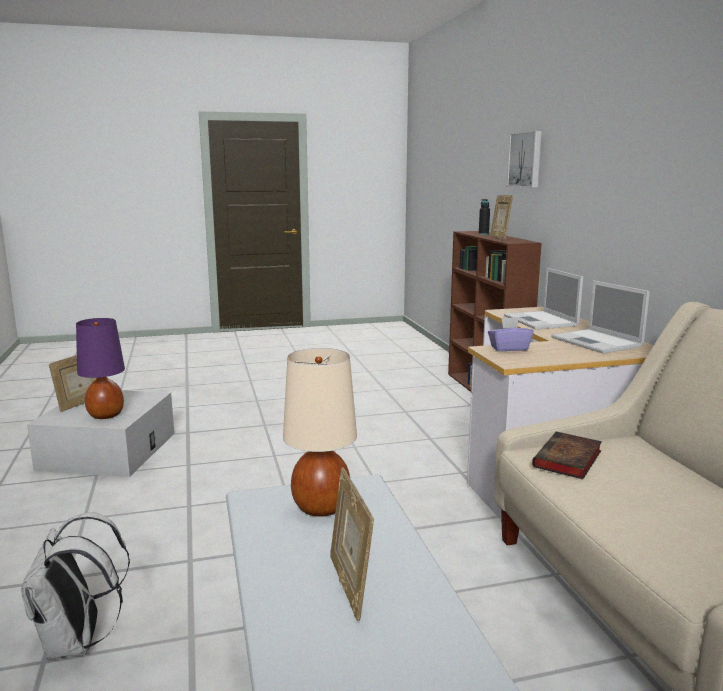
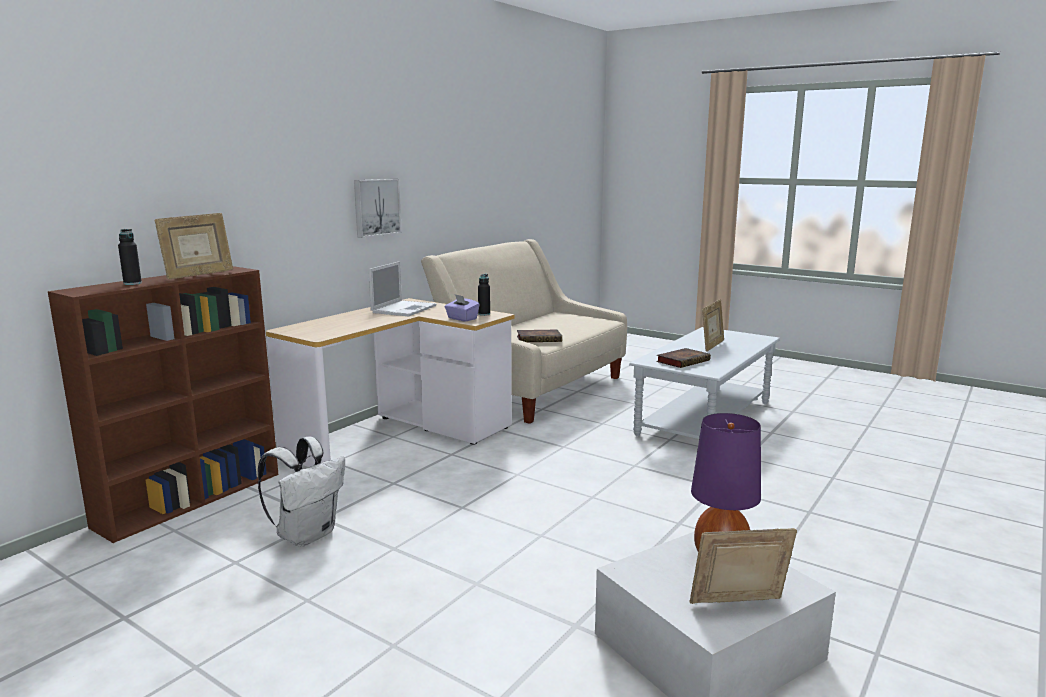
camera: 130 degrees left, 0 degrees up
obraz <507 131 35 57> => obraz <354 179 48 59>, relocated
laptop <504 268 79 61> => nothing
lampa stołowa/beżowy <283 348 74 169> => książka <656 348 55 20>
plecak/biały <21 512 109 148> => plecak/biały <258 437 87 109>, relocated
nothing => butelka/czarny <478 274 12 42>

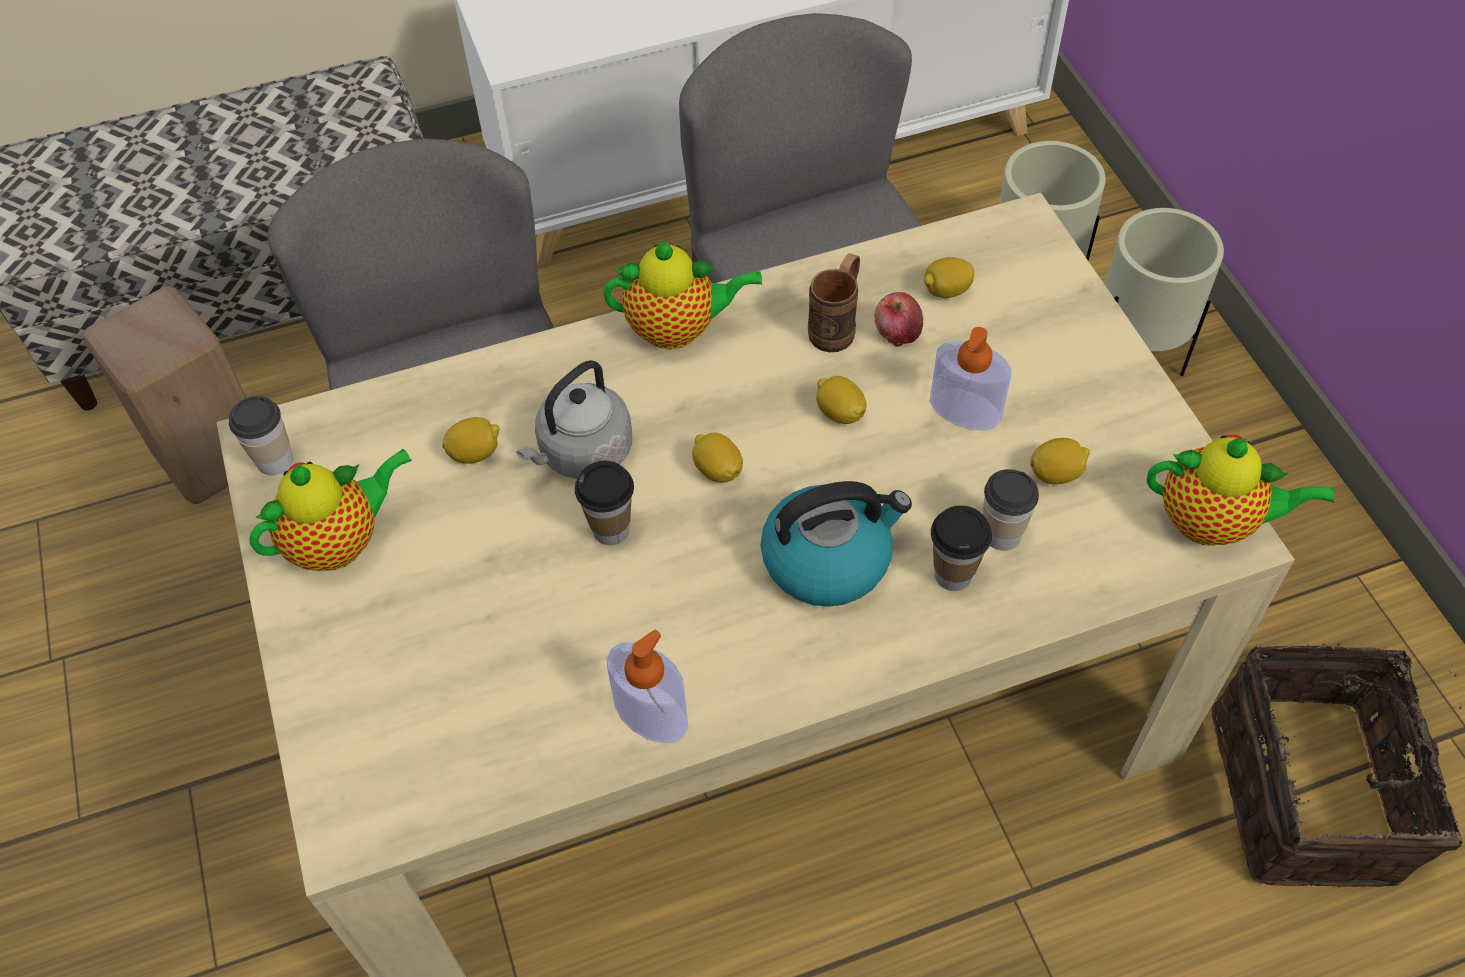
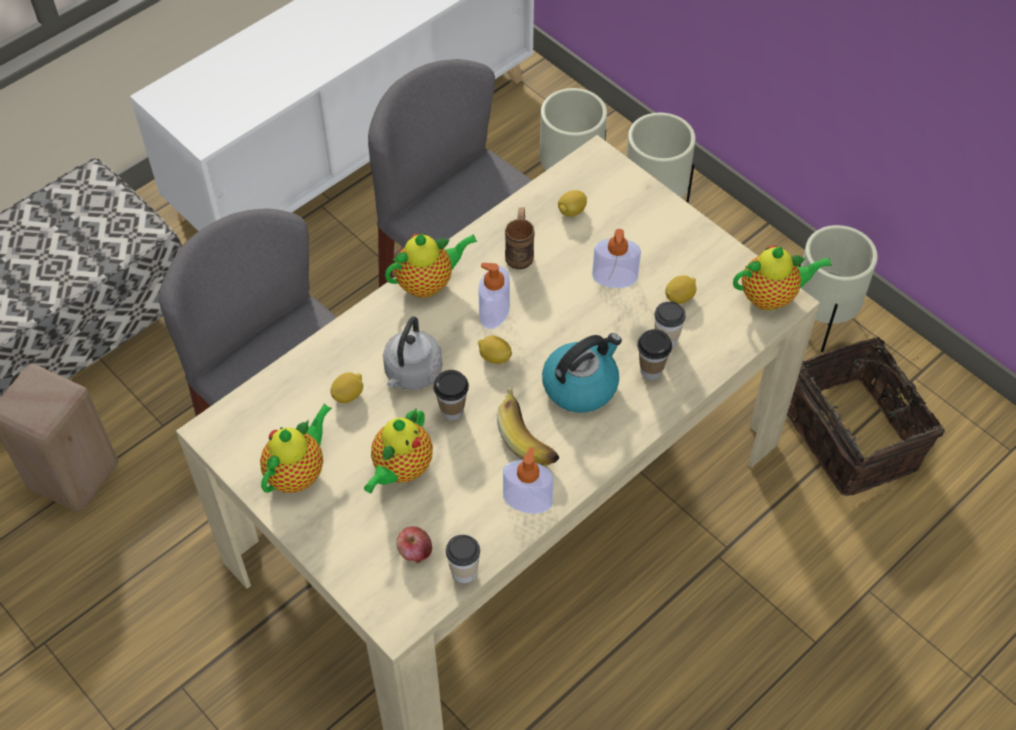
camera: 25 degrees left, 0 degrees up
jabłko <875 292 48 55> => jabłko <396 526 36 37>, relocated
cytryna <816 376 51 48> => nothing
filiżanka <229 396 64 79> => filiżanka <446 535 34 49>, relocated
nothing => donica/beżowy <798 225 80 127>
nothing => dozownik mydła <478 263 32 66>
nothing => banan <497 386 62 80>
nothing => imbryk <364 407 69 86>

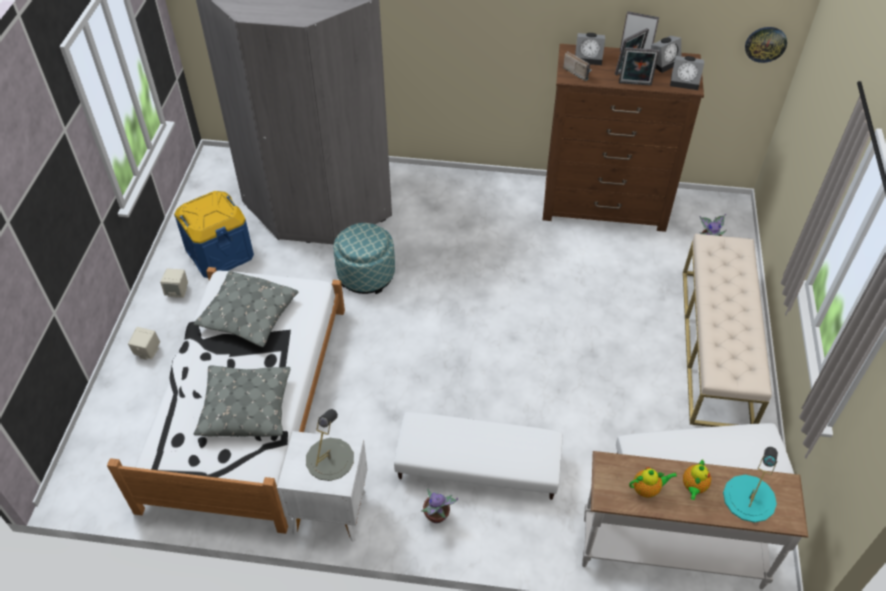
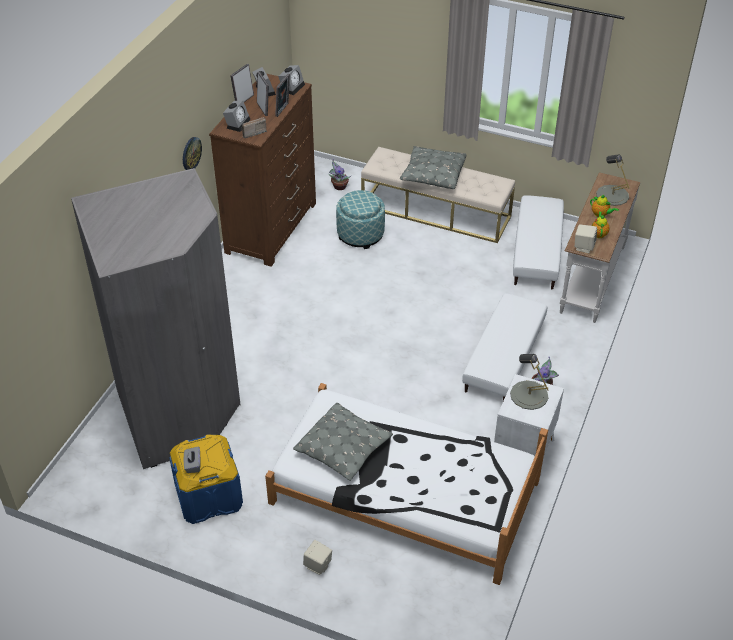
camera: 75 degrees left, 5 degrees down
zegar ścienny <745 27 42 36> => zegar ścienny <183 137 19 33>, relocated
pufa <333 223 62 71> => pufa <336 190 49 59>, relocated
głośnik/beżowy <160 269 28 29> => głośnik/beżowy <575 224 22 29>, relocated
poduszka/szary <194 365 96 72> => poduszka/szary <400 146 67 43>, relocated
lampa stołowa/turkusowy <723 447 55 76> => lampa stołowa/szary <596 154 34 52>
nothing => pudełko chusteczek/szary <184 446 16 27>

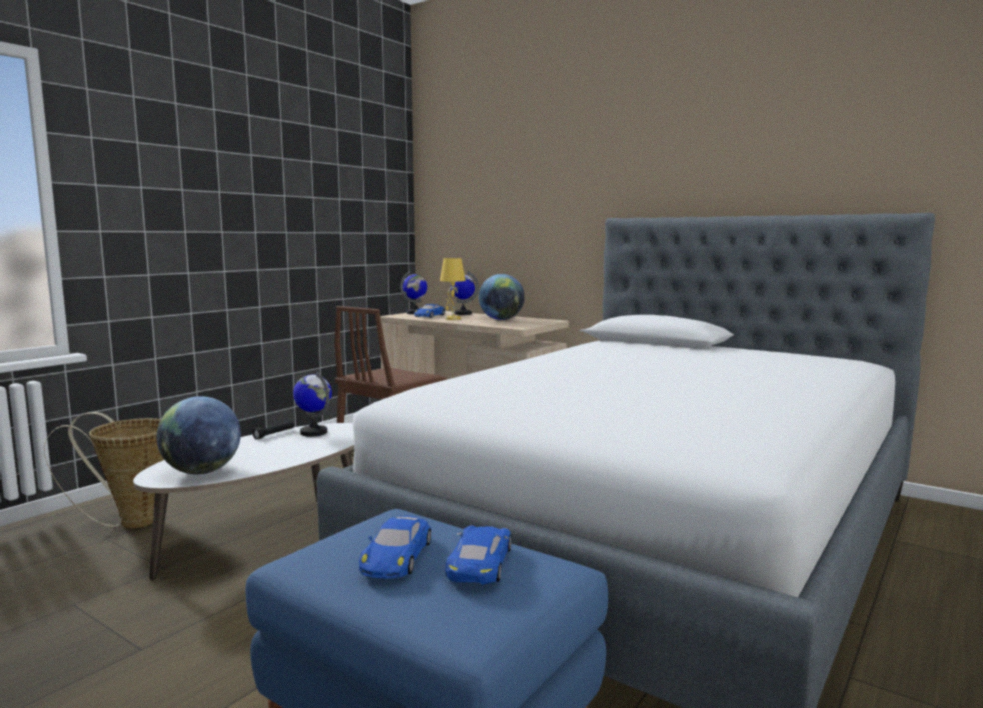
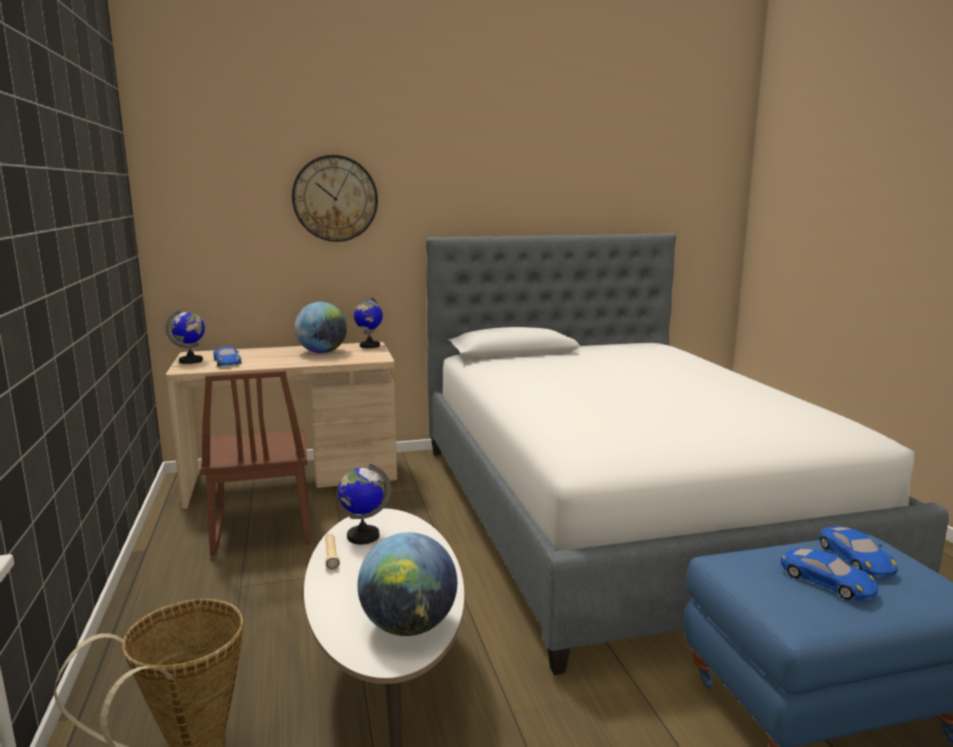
camera: 50 degrees left, 5 degrees up
lampa stołowa/żółty <440 258 26 62> => nothing
globus <450 271 29 44> => globus <354 297 29 51>, relocated
latarka/czarny <252 421 42 18> => latarka/beżowy <325 534 15 36>
samochodzik/niebieski <445 525 67 60> => samochodzik/niebieski <820 526 78 52>, 150 degrees counterclockwise
nothing => zegar ścienny <292 155 86 87>

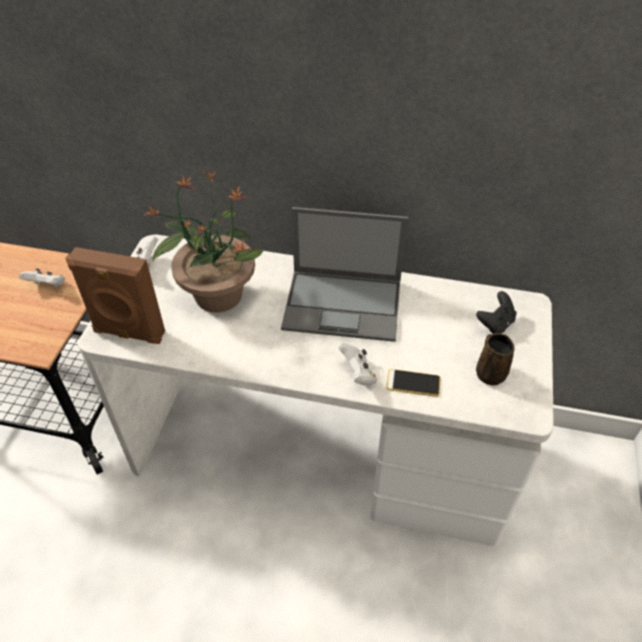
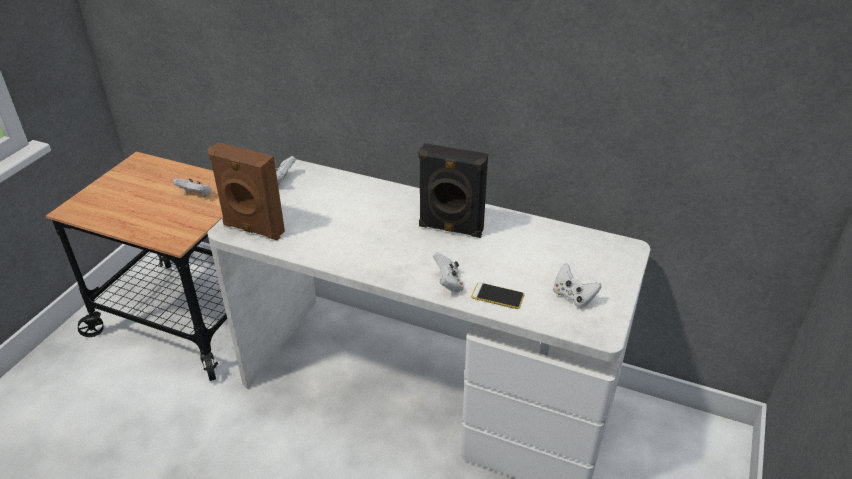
camera: 10 degrees right, 10 degrees down
roślina doniczkowa <145 171 118 142> => nothing
laptop <281 207 127 135> => głośnik/czarny <419 143 69 95>
pad do gier/czarny <476 291 41 43> => nothing
kubek/brązowy <476 333 38 52> => pad do gier/biały <553 264 48 44>

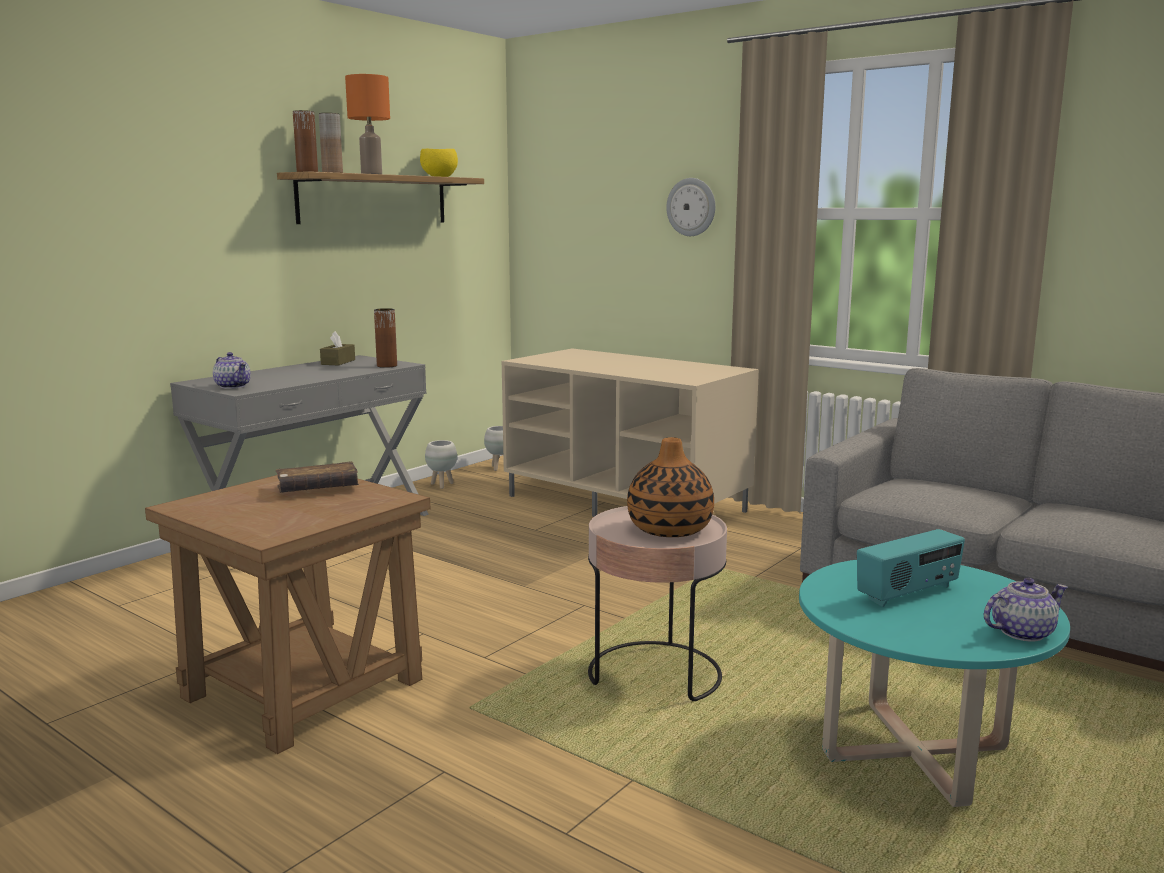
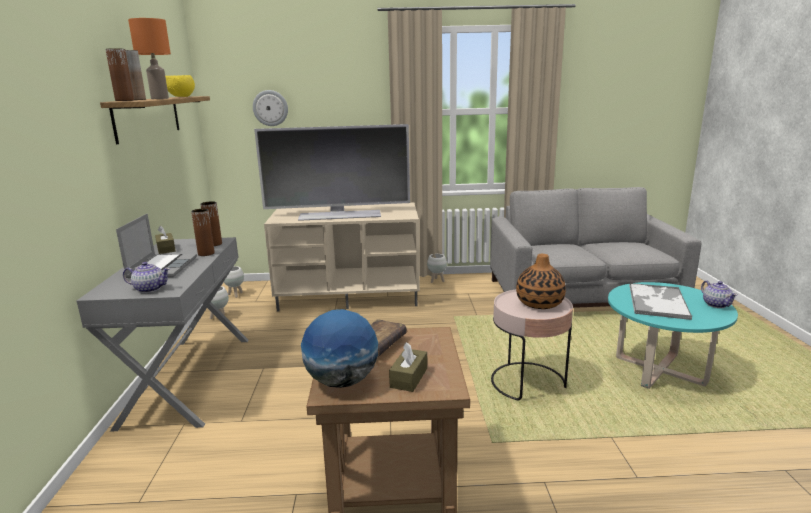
camera: 40 degrees left, 5 degrees up
zegar ścienny <666 178 49 58> => zegar ścienny <253 90 35 36>, relocated
radio <857 529 108 78> => taca <629 283 63 37>
imbryk <984 578 84 64> => imbryk <701 280 37 28>, 135 degrees clockwise
nothing => telewizor <254 124 156 97>
nothing => wazon/brązowy <191 209 24 47>
nothing => laptop <116 213 81 66>
nothing => donica/biały <427 254 20 29>
nothing => globus <301 309 77 79>
nothing => pudełko chusteczek/brązowy <389 342 38 50>

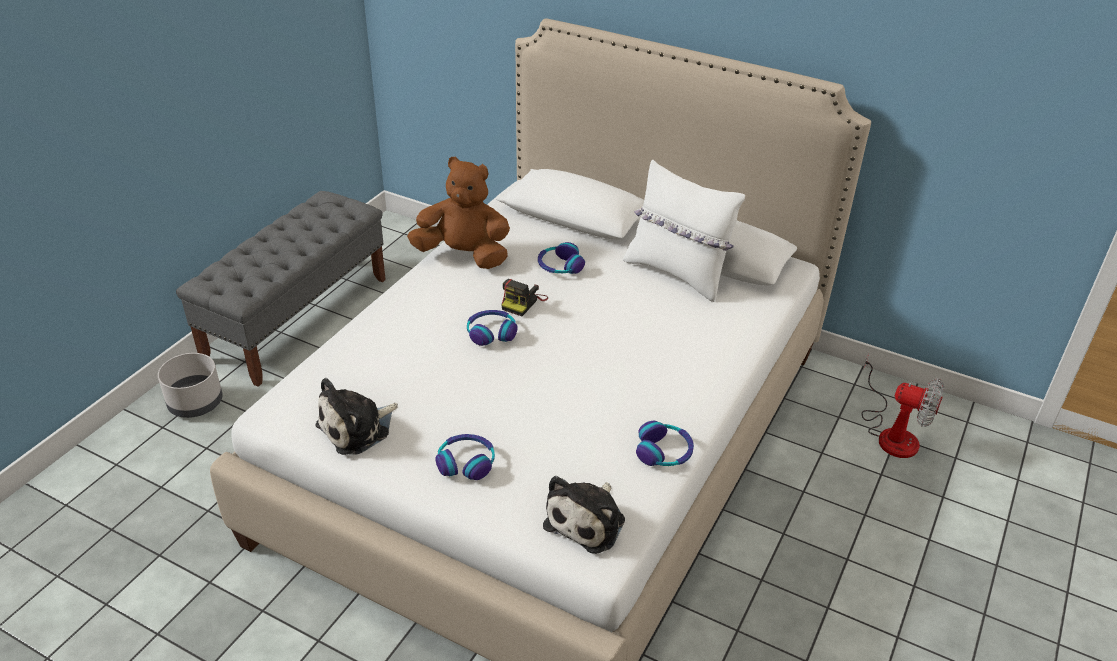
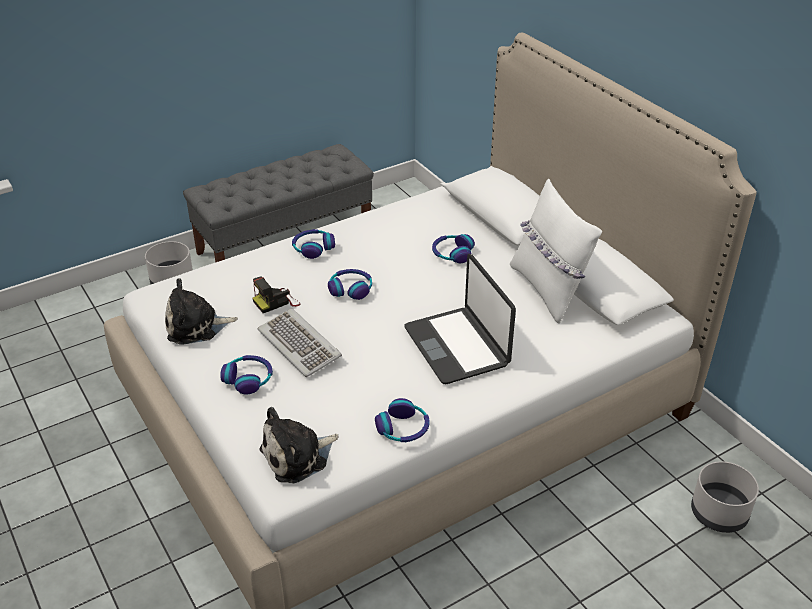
camera: 30 degrees right, 0 degrees up
pluszak/brązowy <407 157 103 112> => nothing
aparat fotograficzny <502 279 46 37> => aparat fotograficzny <252 276 48 37>, relocated
wentylator <861 353 83 105> => donica/szary <691 461 68 72>
nothing => słuchawki <292 229 43 30>
nothing => laptop <404 254 112 130>
nothing => klawiatura <258 308 84 69>

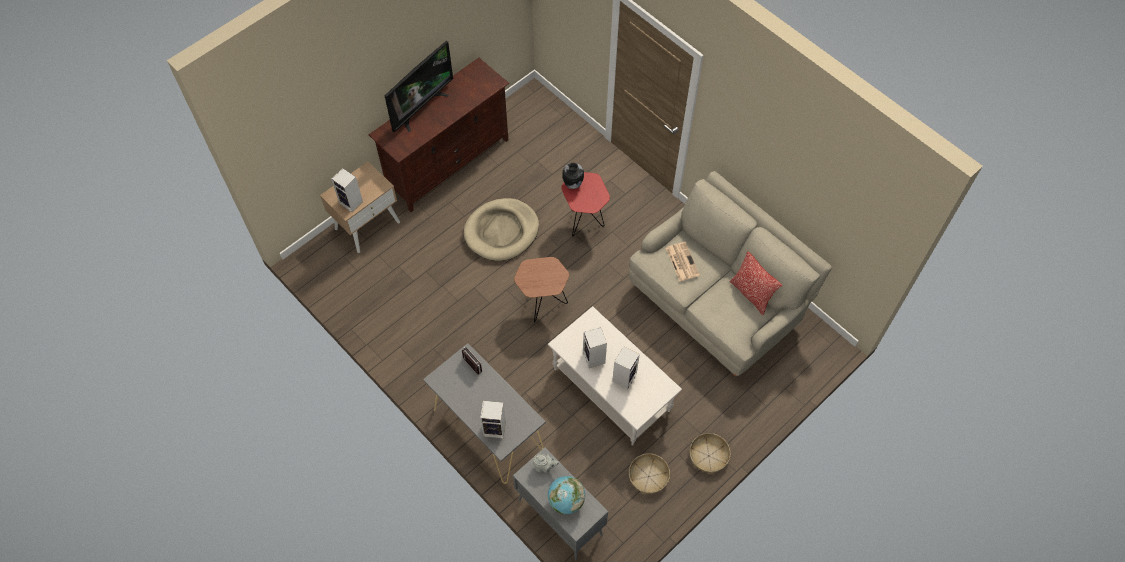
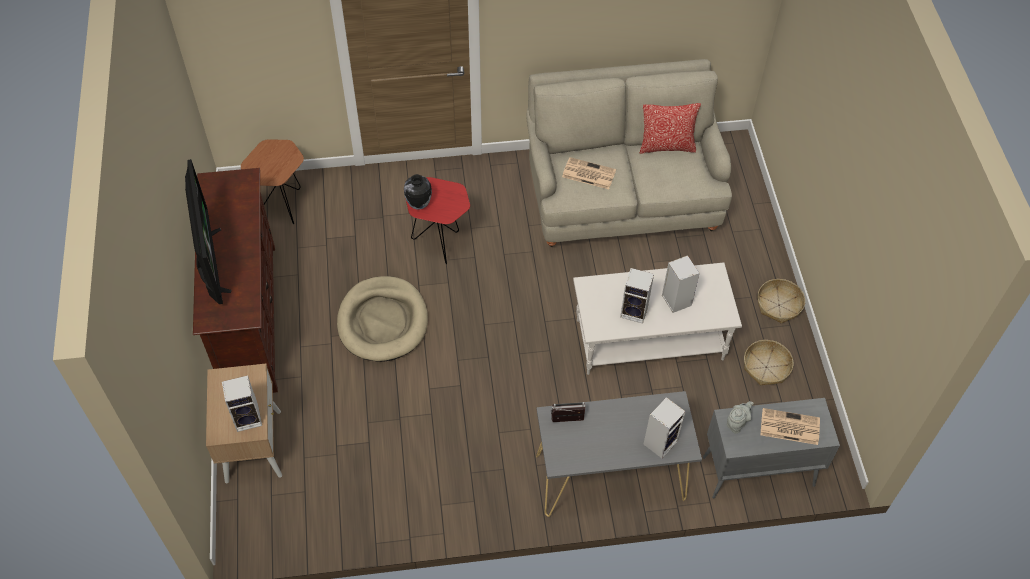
camera: 55 degrees left, 5 degrees down
stolik/brązowy <514 257 55 66> => stolik/brązowy <241 139 63 85>, relocated
globus <548 476 37 38> => gazeta <760 408 60 37>

